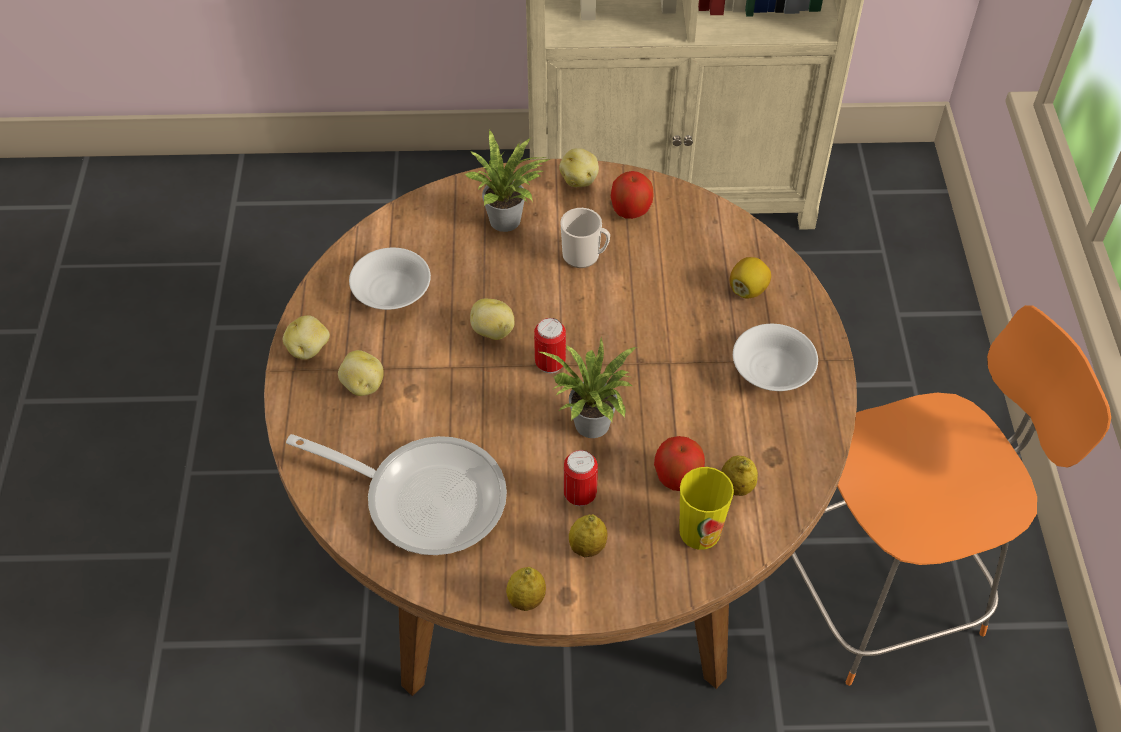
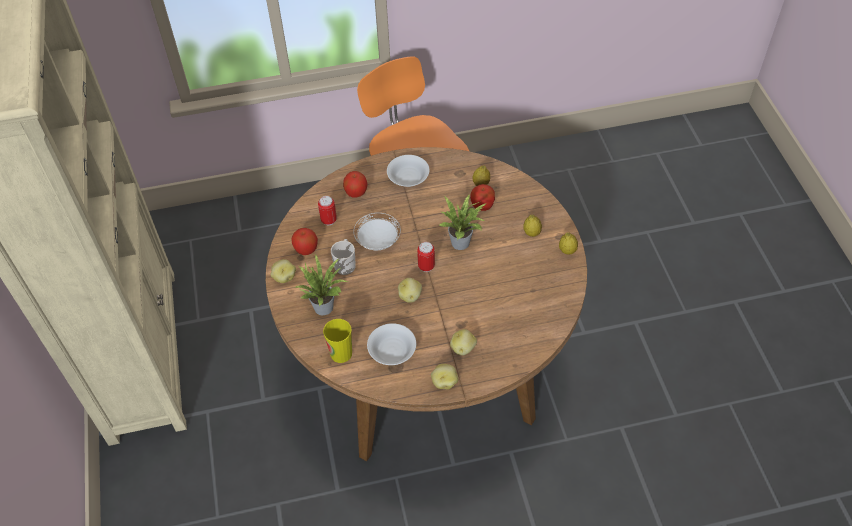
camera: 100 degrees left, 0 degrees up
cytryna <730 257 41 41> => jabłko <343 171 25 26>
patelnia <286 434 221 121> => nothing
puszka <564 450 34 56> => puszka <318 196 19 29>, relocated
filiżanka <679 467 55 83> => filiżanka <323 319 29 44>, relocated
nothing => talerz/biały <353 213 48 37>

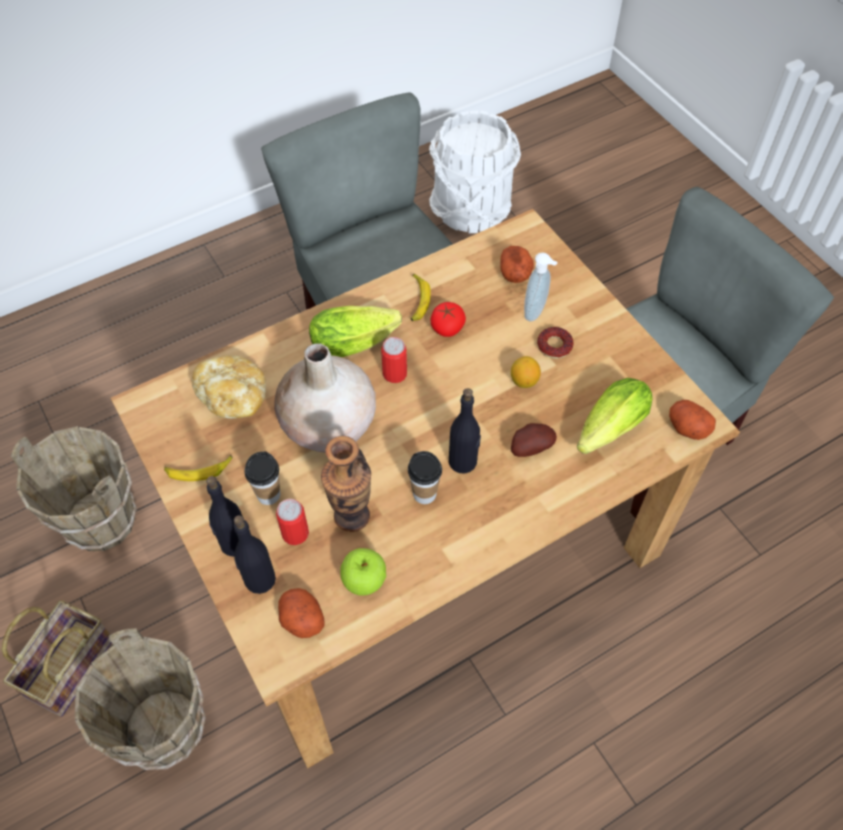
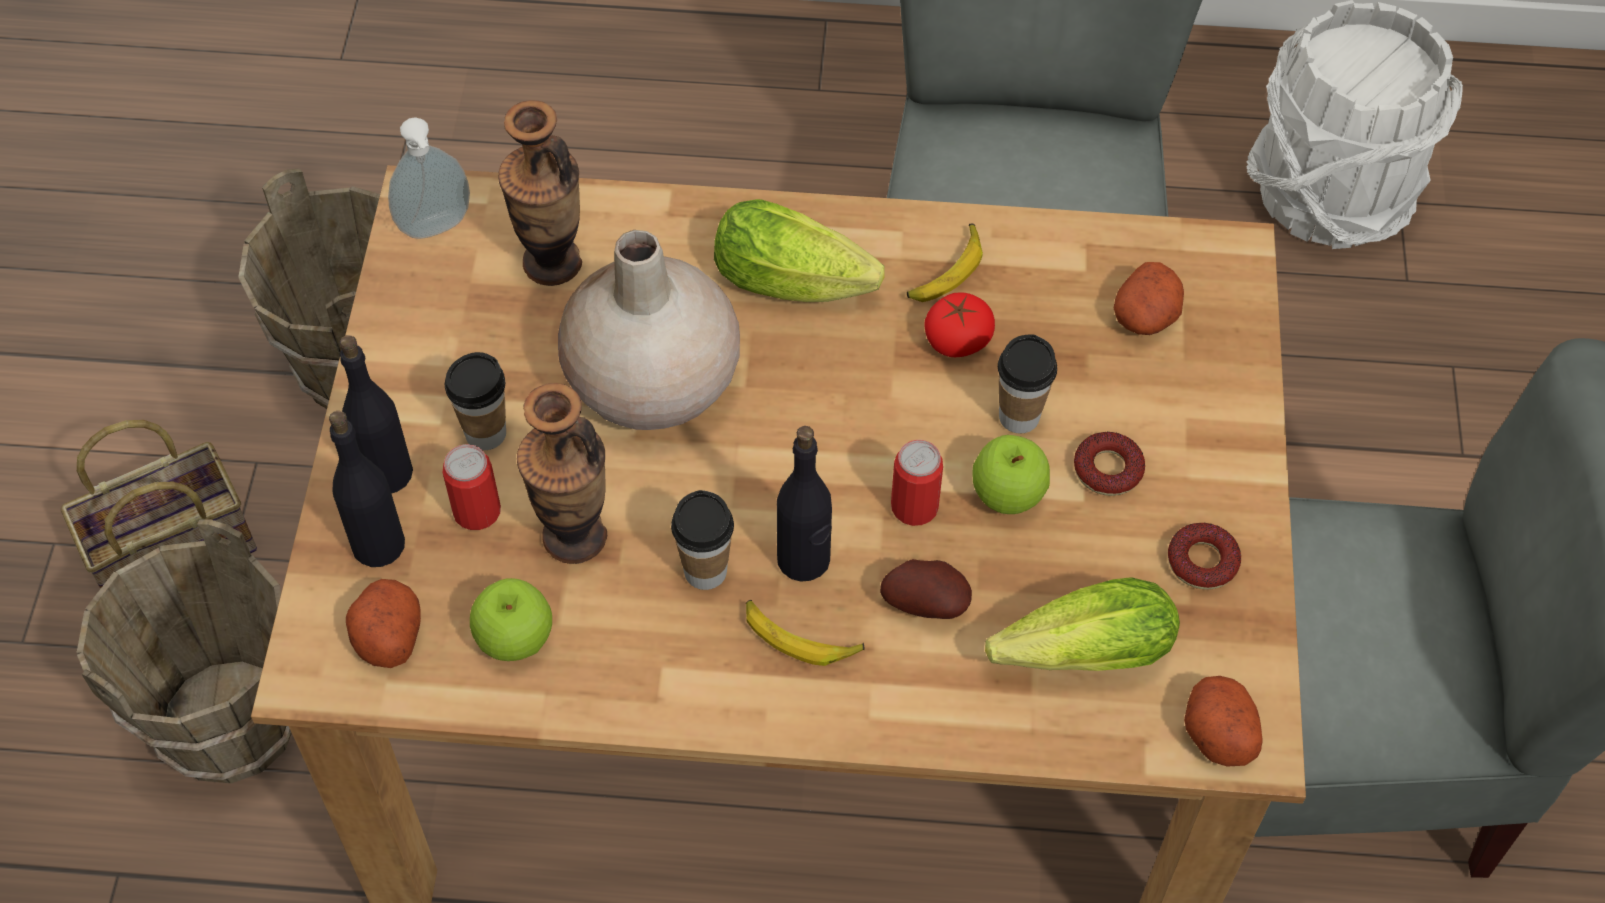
camera: 35 degrees right, 0 degrees up
dozownik mydła <524 252 34 70> => dozownik mydła <388 117 82 122>, relocated
puszka <381 337 26 46> => puszka <891 440 52 86>, relocated
chleb <192 355 74 64> => wazon <498 100 84 186>
cytryna <511 356 30 32> => jabłko <973 435 77 79>
banan <164 455 69 26> => banan <746 600 119 66>, relocated
nothing => filiżanka <998 334 59 100>
nothing => donut <1168 523 73 67>

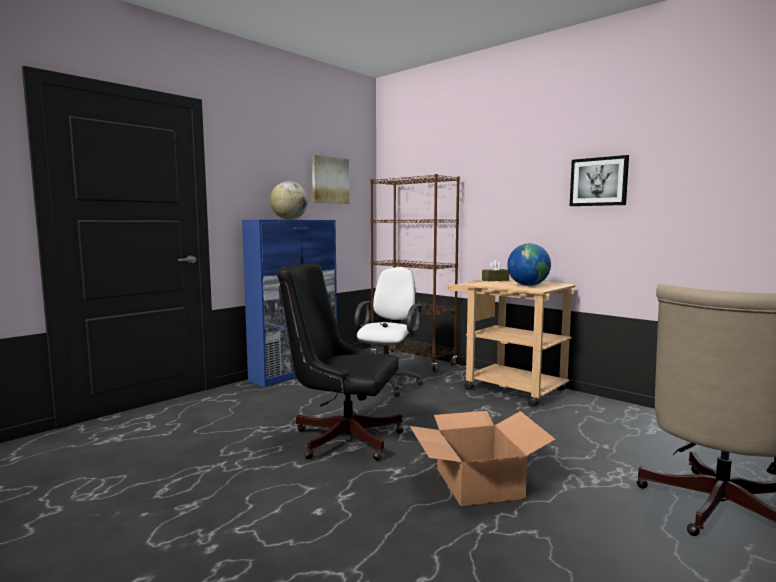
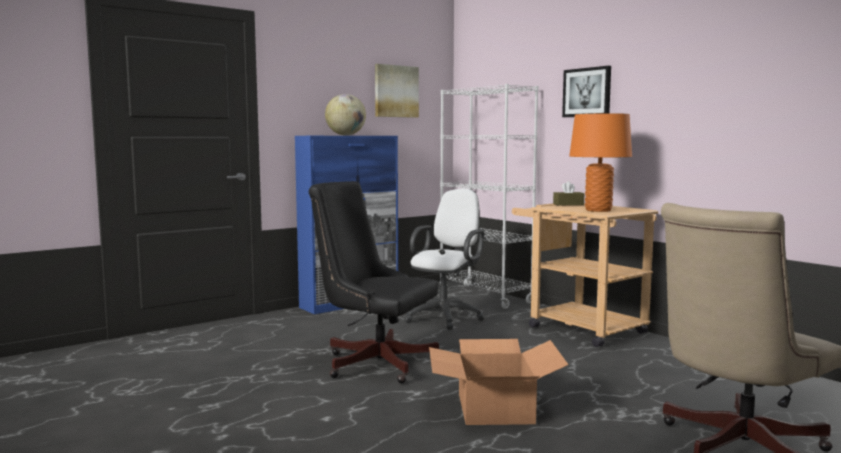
camera: 10 degrees right, 0 degrees up
obraz <570 155 59 51> => obraz <562 66 49 51>, relocated
regał/brązowy <370 174 90 198> => regał/biały <439 84 99 225>
globus <507 243 44 43> => lampa stołowa/pomarańczowy <569 113 63 99>

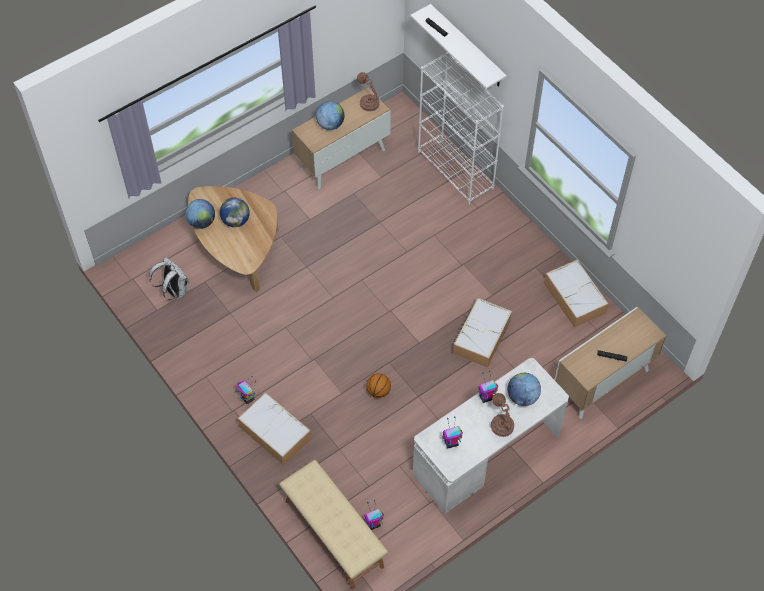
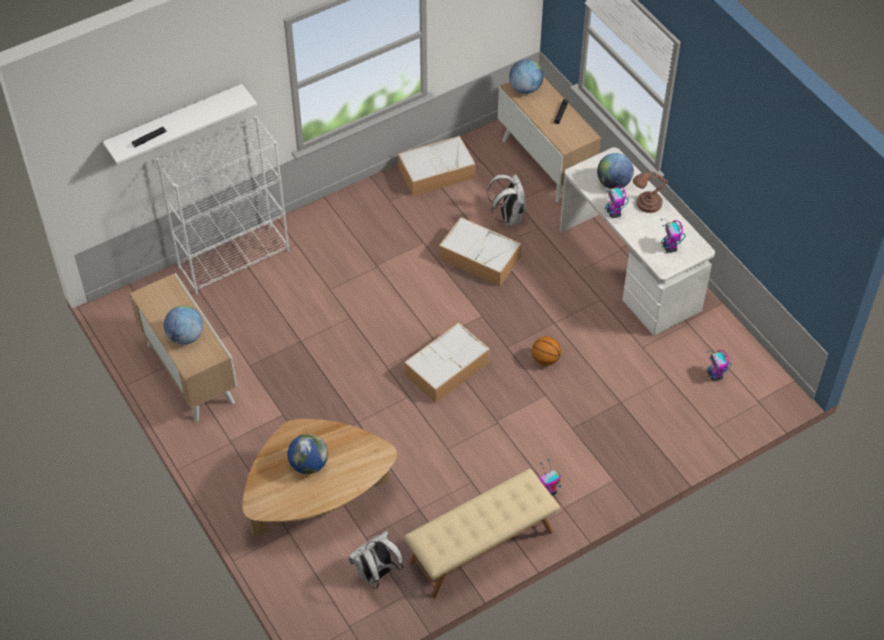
camera: 85 degrees left, 5 degrees down
lampa stołowa/brązowy <357 72 23 40> => nothing
globus <185 199 30 30> => globus <509 59 34 35>, relocated
pojemnik do przechowywania <238 393 73 72> => pojemnik do przechowywania <404 322 86 81>, relocated
ławka/beżowy <279 460 109 129> => ławka/beżowy <404 469 156 129>, relocated
nothing => plecak/biały <487 174 39 52>

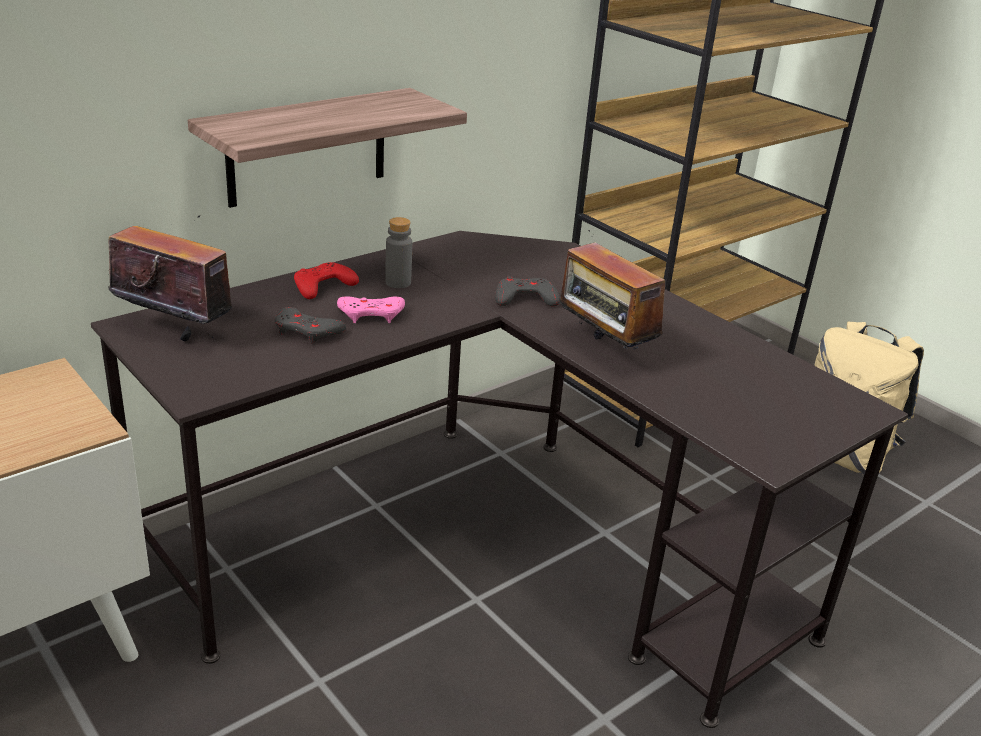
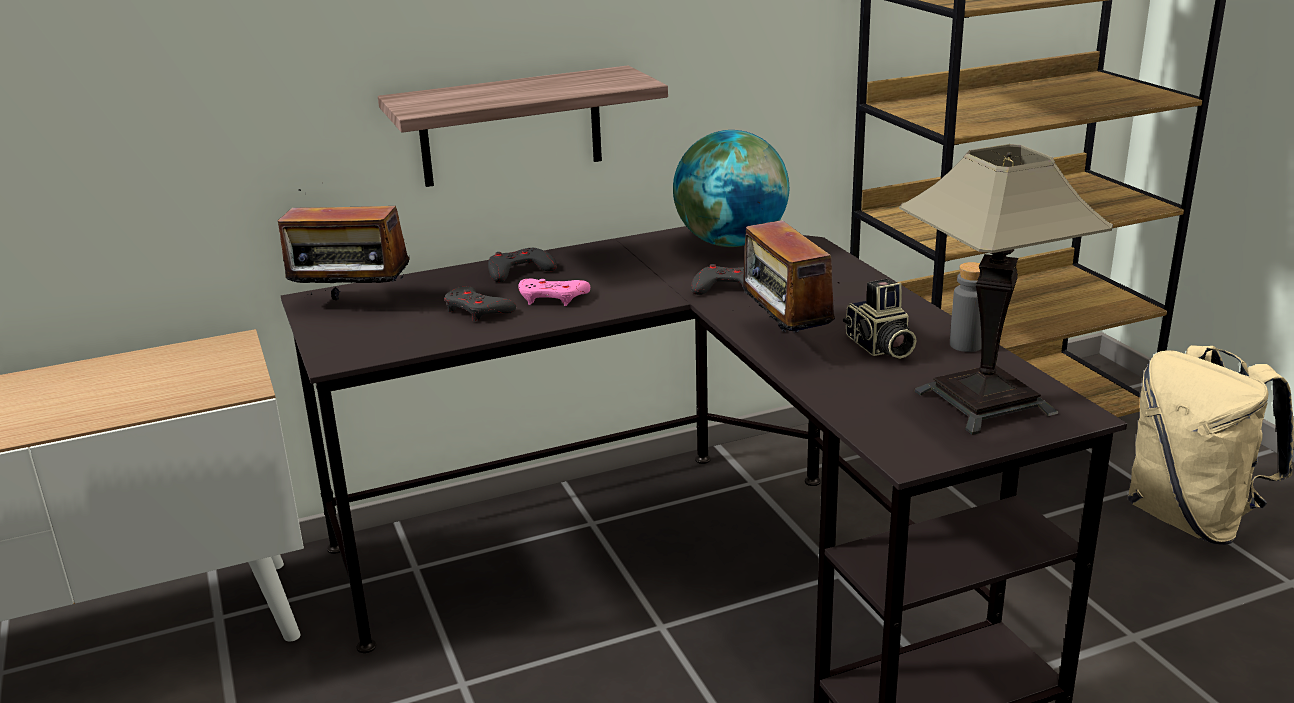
camera: 20 degrees right, 5 degrees down
radio <108 215 124 126> => radio <278 189 132 111>, 150 degrees clockwise
butelka/szary <385 217 27 71> => butelka/szary <950 262 31 90>, relocated
pad do gier/czerwony <294 262 65 37> => pad do gier/szary <488 248 69 34>
nothing => globus <673 130 116 117>
nothing => lampa stołowa <899 144 214 291>
nothing => aparat fotograficzny <843 279 73 80>

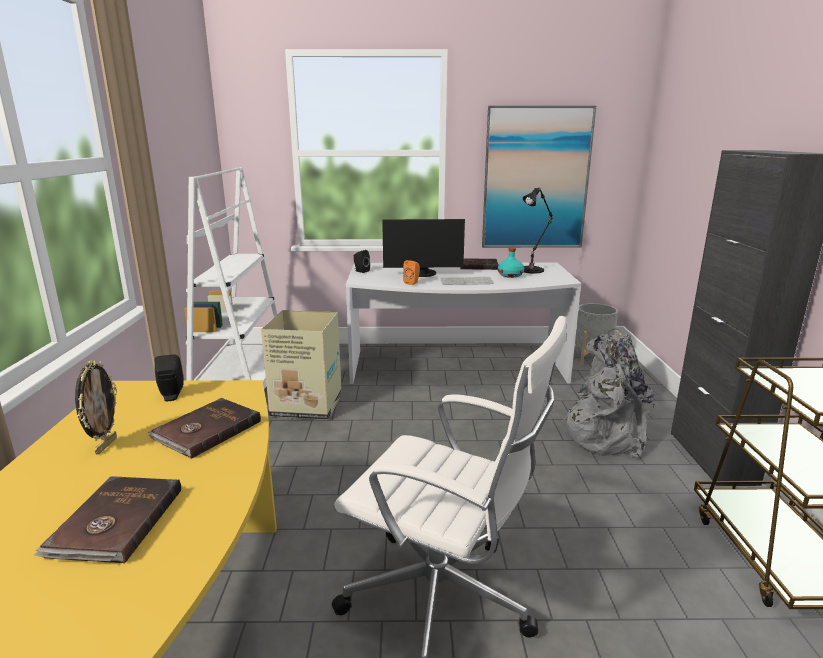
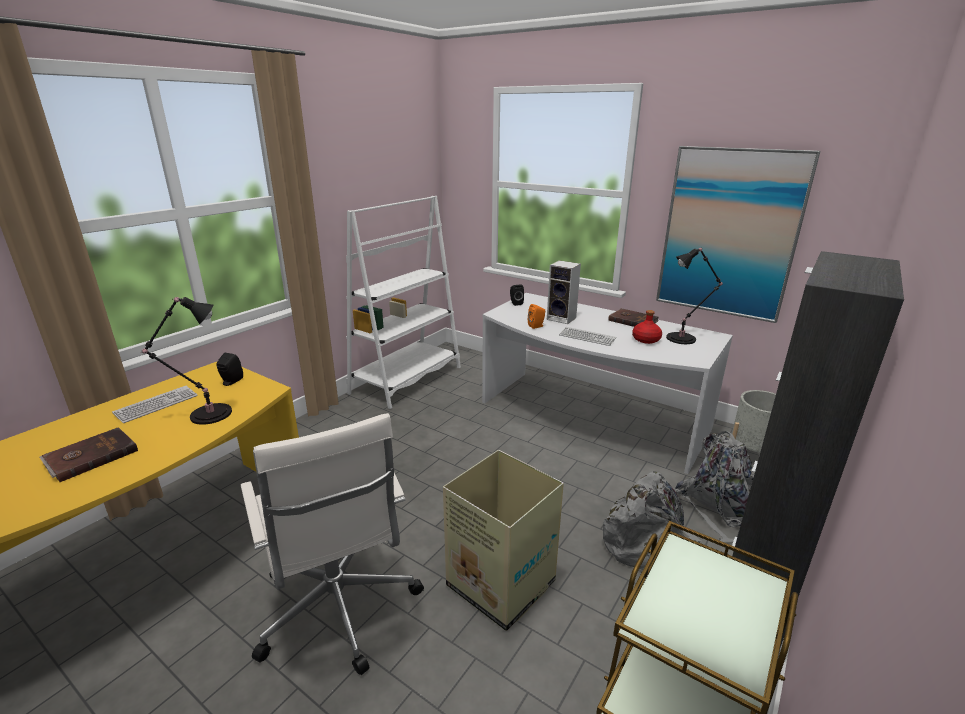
camera: 35 degrees right, 5 degrees up
monitor <382 219 83 58> => głośnik <547 260 34 64>
butelka/turkusowy <498 247 26 31> => butelka/czerwony <632 310 30 34>
karton <261 310 81 110> => karton <443 450 121 181>, relocated
ramka na zdjęcie <75 360 42 95> => klawiatura <112 386 86 37>
książka/brązowy <148 398 113 61> => lampa stołowa/czarny <140 297 92 128>

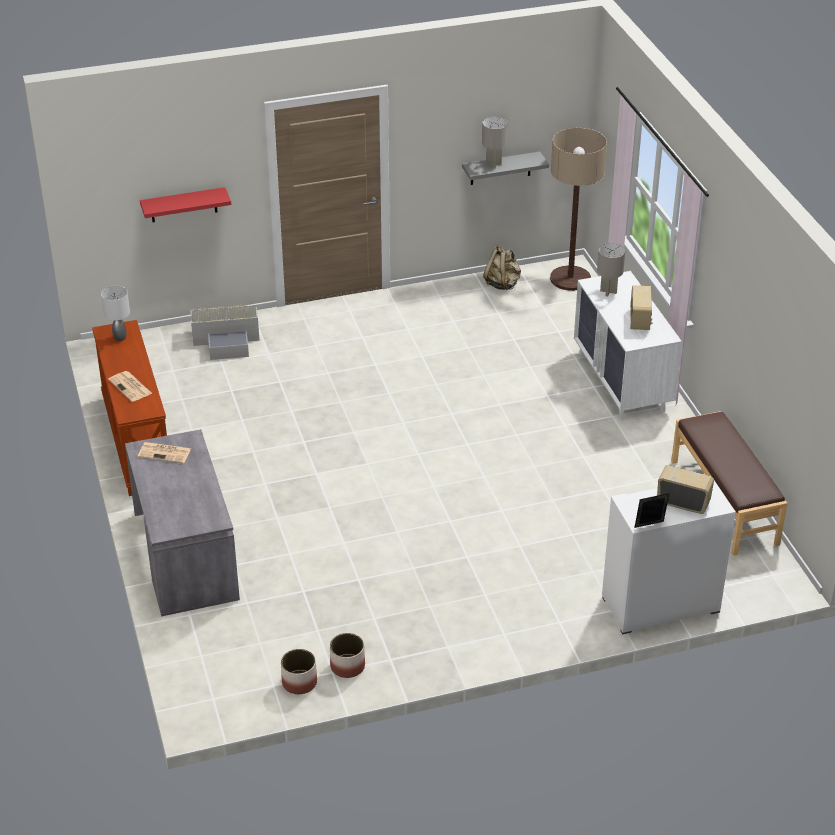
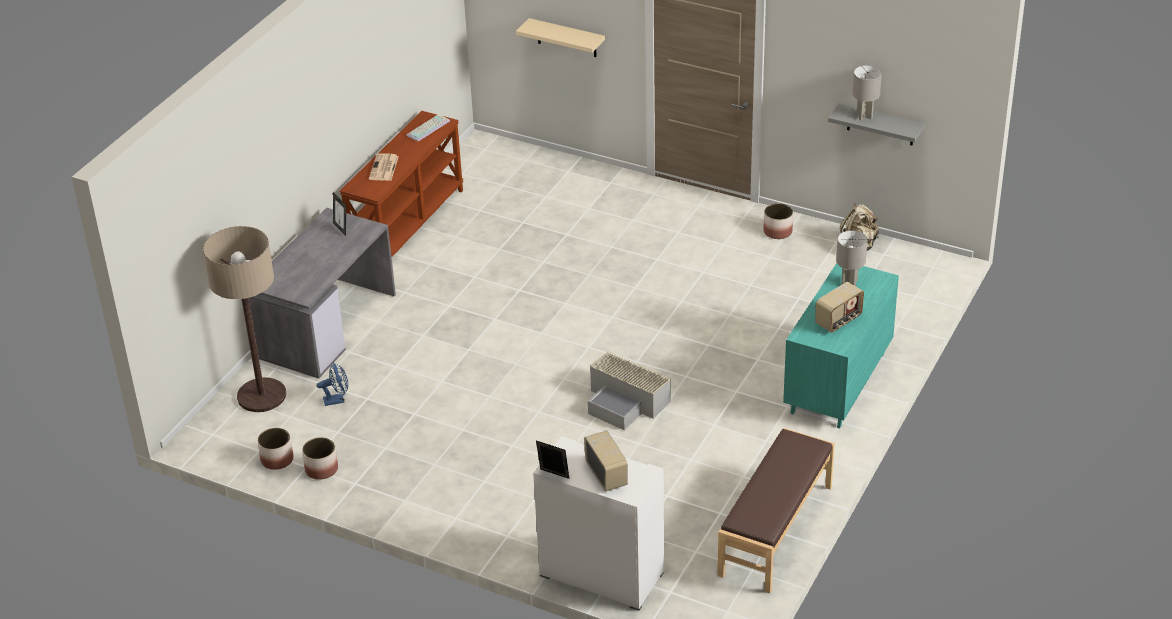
camera: 45 degrees right, 0 degrees up
lampa stojąca <550 128 57 163> => lampa stojąca <203 226 83 186>, relocated
półka/czerwony <140 187 91 35> => półka/beżowy <516 18 89 39>
komoda/biały <574 271 108 149> => komoda/turkusowy <783 263 116 165>
lampa stołowa/szary <101 286 29 55> => klawiatura <406 114 44 27>
pojemnik do przechowywania/szary <190 303 69 57> => pojemnik do przechowywania/szary <588 351 83 79>, relocated
gazeta <138 442 53 21> => ramka na zdjęcie <333 193 13 43>
nothing => donica <764 203 29 36>
nothing => wentylator/niebieski <317 363 31 43>

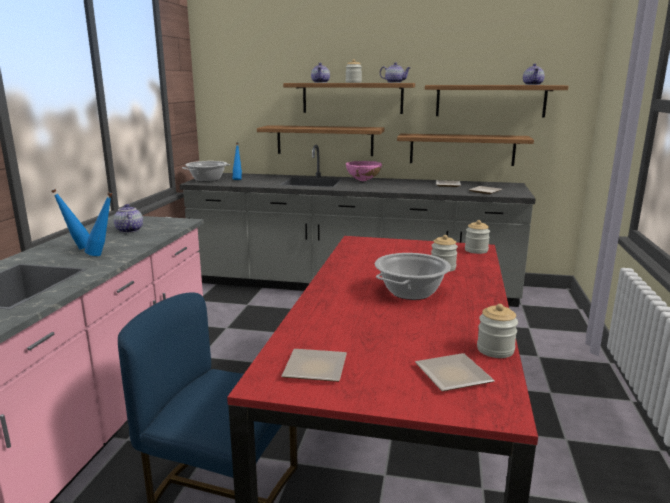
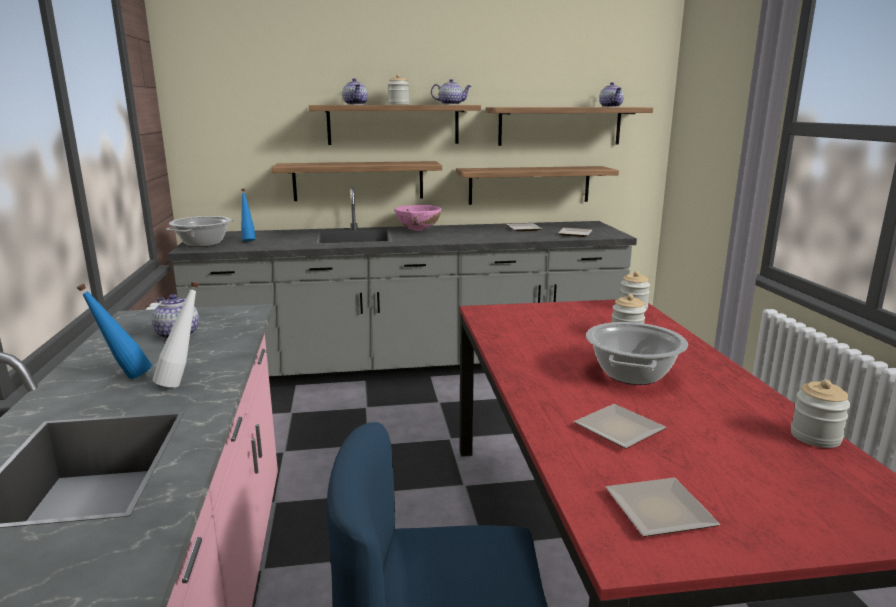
camera: 20 degrees left, 0 degrees up
butelka/niebieski <84 192 28 64> => butelka/biały <153 281 46 106>
talerz <415 353 80 38> => talerz <574 404 92 45>, relocated

